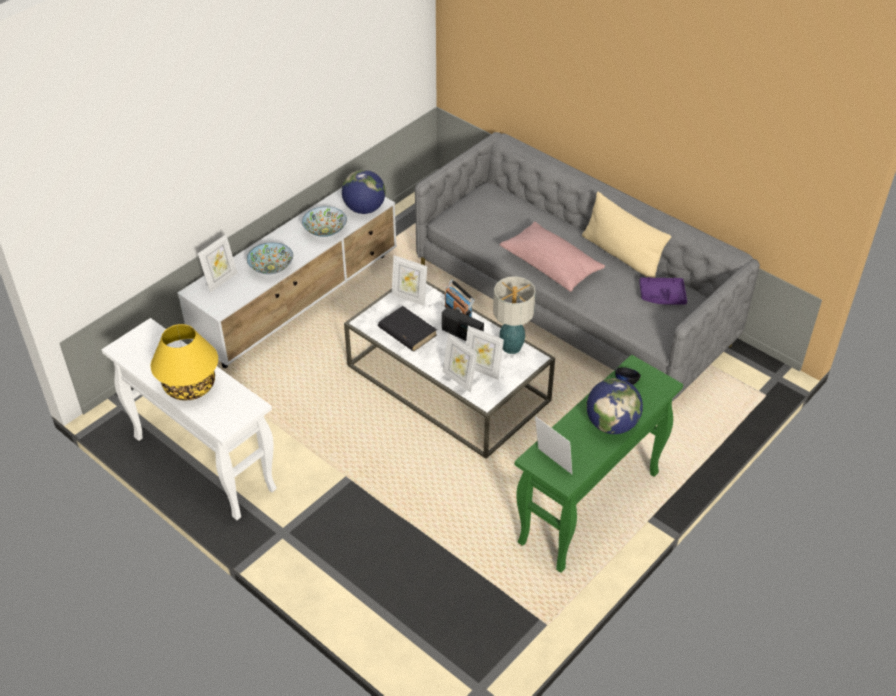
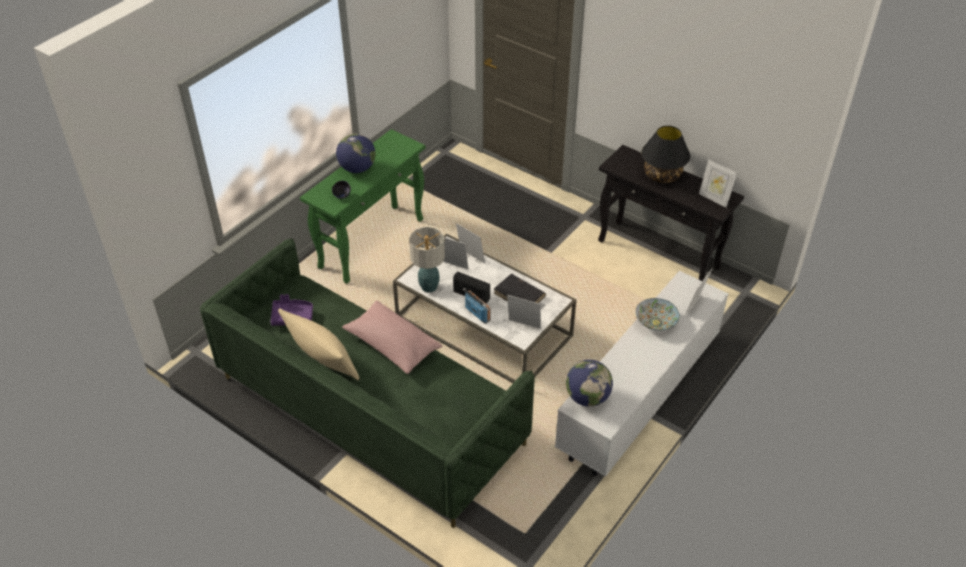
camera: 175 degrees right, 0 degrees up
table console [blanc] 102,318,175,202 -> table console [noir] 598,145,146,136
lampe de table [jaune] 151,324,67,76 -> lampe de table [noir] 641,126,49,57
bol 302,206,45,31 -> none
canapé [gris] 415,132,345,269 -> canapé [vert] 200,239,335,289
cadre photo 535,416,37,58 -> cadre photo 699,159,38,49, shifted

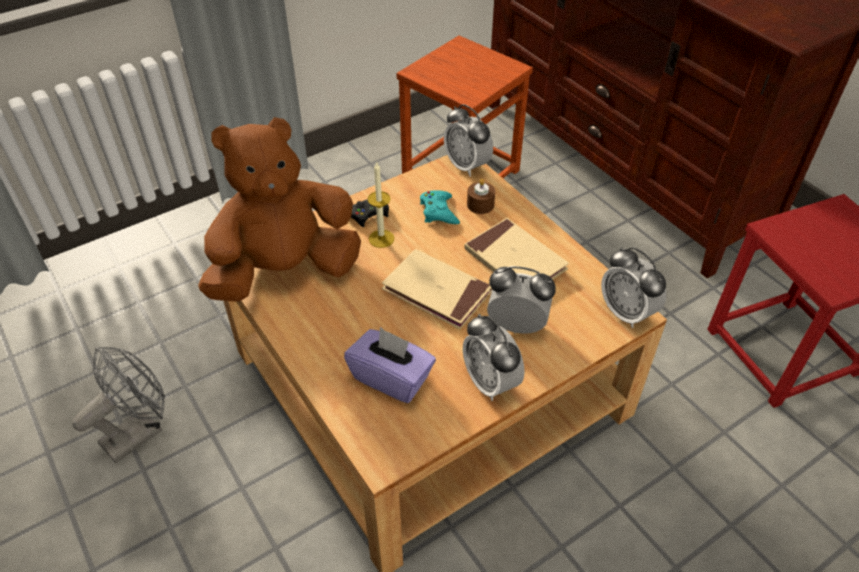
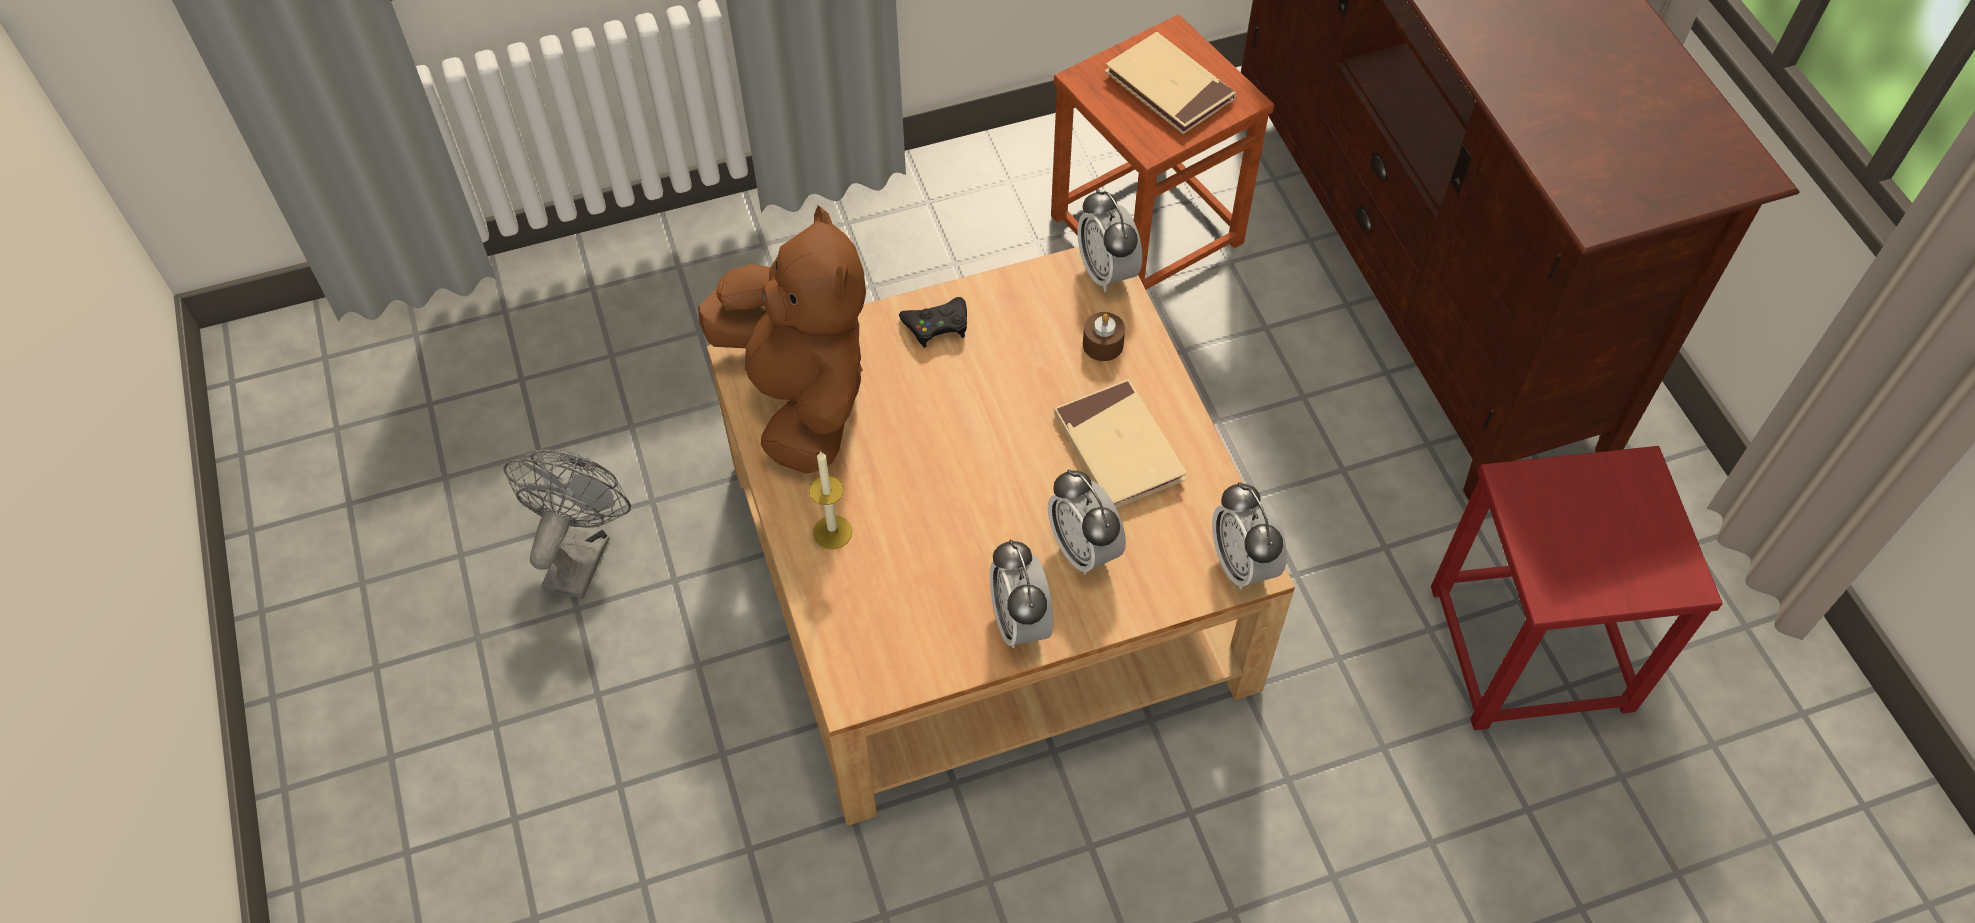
camera: 15 degrees right, 10 degrees up
ventilateur [gris] 72,347,93,116 -> ventilateur [gris] 504,449,127,150, 45 degrees counterclockwise
peluche [marron] 198,117,163,185 -> peluche [marron] 698,205,168,269, 75 degrees clockwise
boîte à mouchoirs [violet] 344,327,92,76 -> none
bougie 368,163,26,85 -> bougie 809,452,43,97, shifted
livre [beige] 382,249,110,80 -> livre [beige] 1105,32,131,102, shifted
manette [turquoise] 420,190,40,34 -> none
réveil 487,266,69,68 -> réveil 1048,469,78,106, 150 degrees counterclockwise

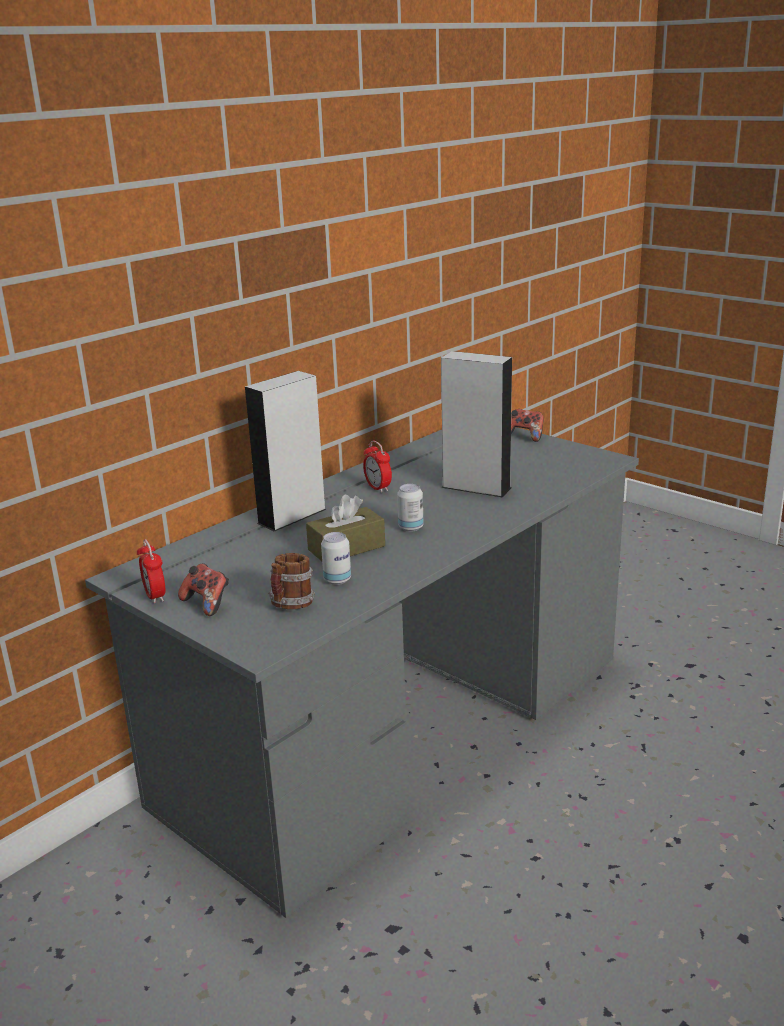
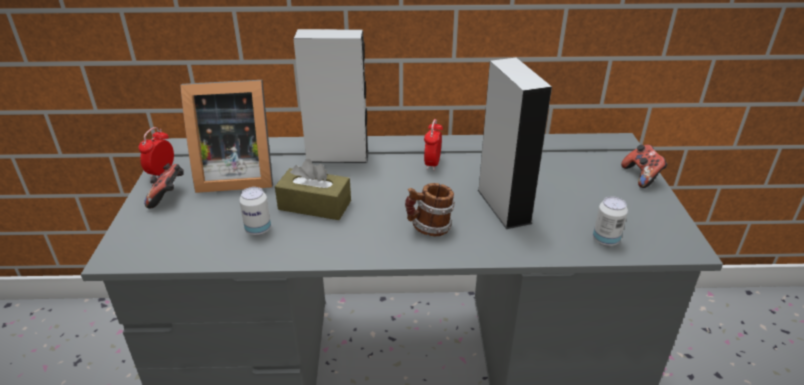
camera: 45 degrees right, 10 degrees up
mug 268,553,47,56 -> mug 405,183,50,54, shifted
boîte métallique 397,484,26,48 -> boîte métallique 593,196,35,50, shifted
none -> cadre photo 180,80,93,113

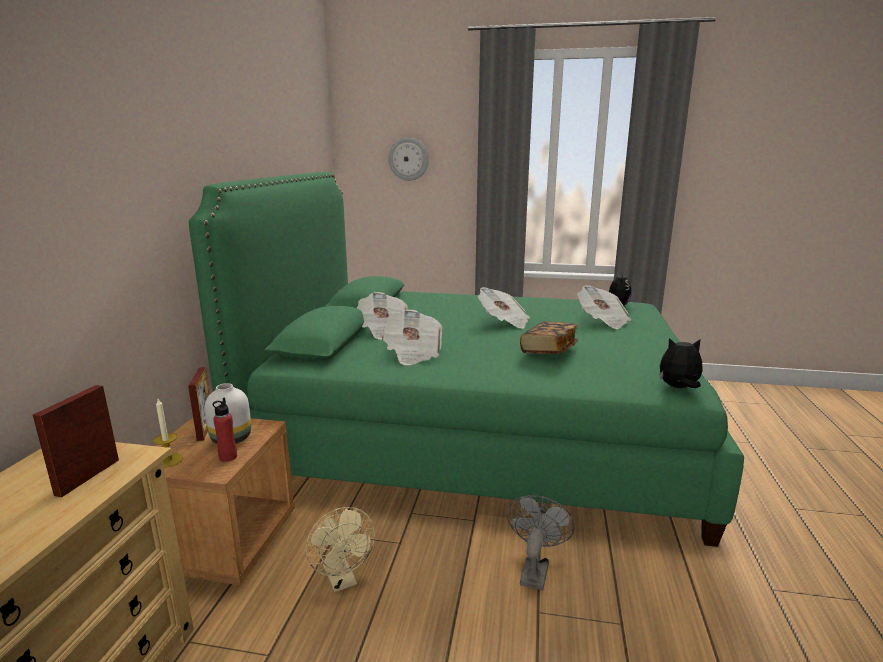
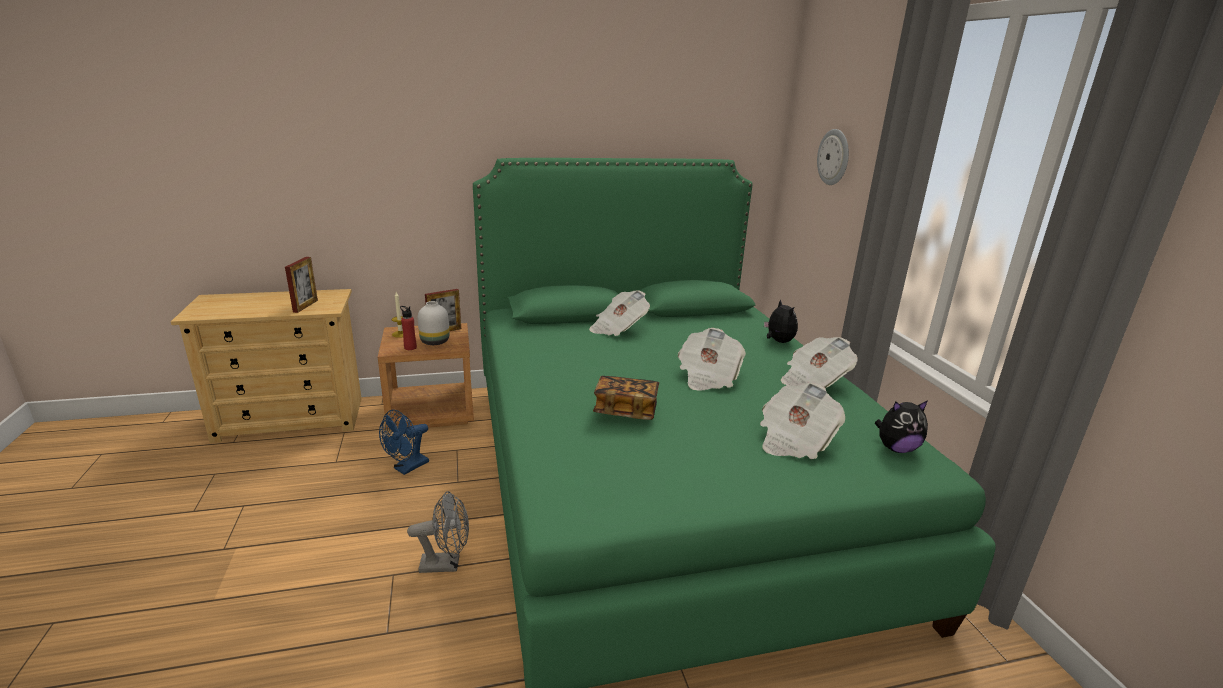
camera: 65 degrees right, 5 degrees up
cadre photo 33,385,86,112 -> cadre photo 285,257,33,56, 105 degrees clockwise
ventilateur [beige] 306,507,69,85 -> ventilateur [bleu] 379,410,50,65
journal 382,310,60,55 -> journal 781,337,77,50, shifted
peluche 660,338,42,50 -> peluche 764,299,34,44, shifted

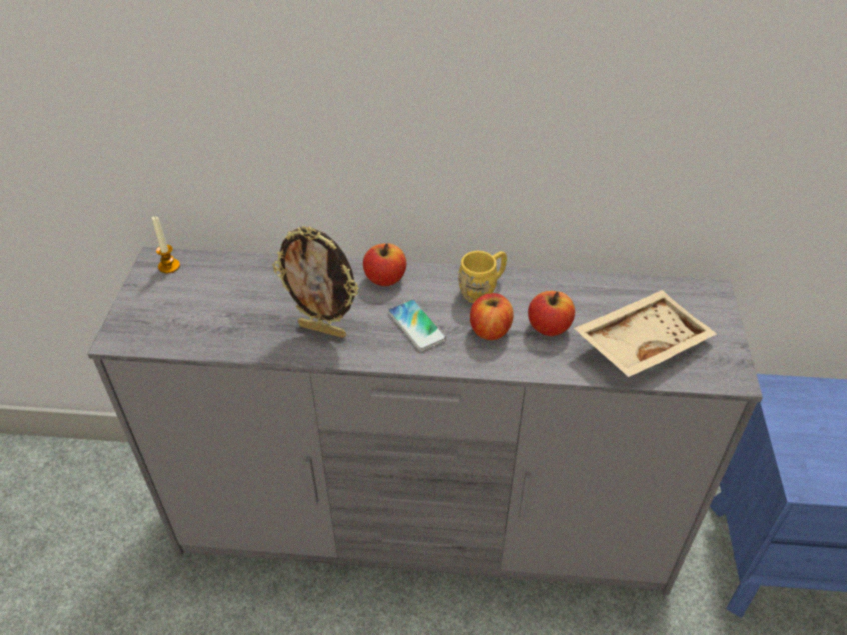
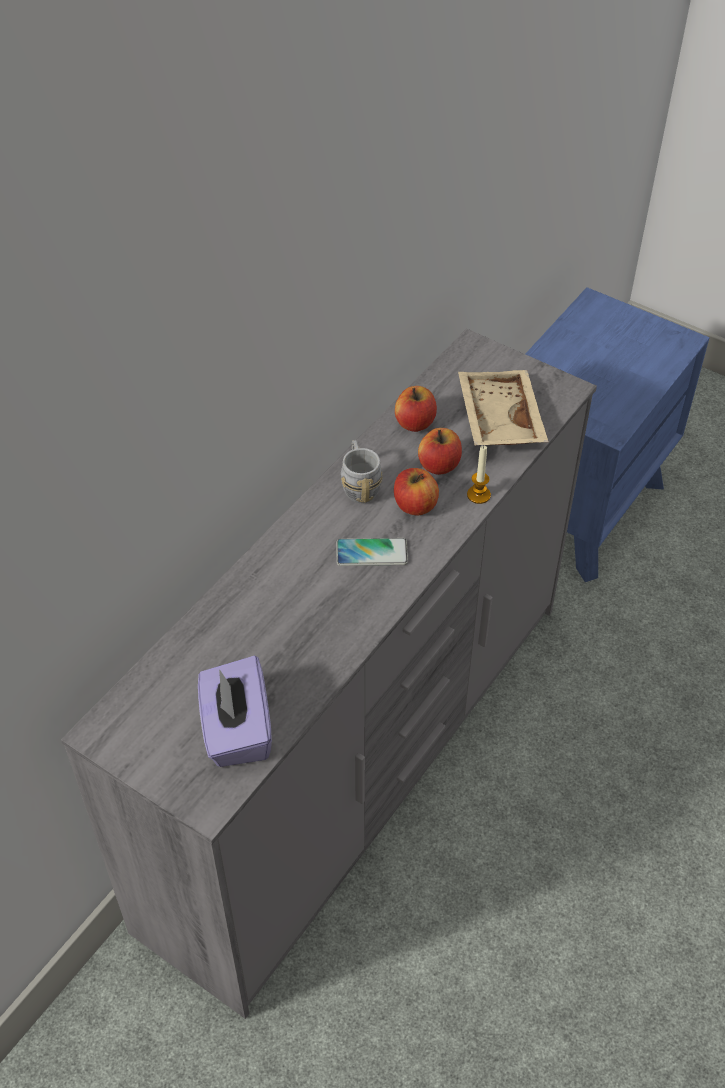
camera: 60 degrees left, 5 degrees up
bougie 152,216,28,57 -> bougie 467,446,24,58, shifted
cadre photo 272,226,87,112 -> none
pomme 363,243,43,43 -> pomme 395,386,42,46, shifted
mug [jaune] 458,251,49,52 -> mug [gris] 341,440,42,63
none -> boîte à mouchoirs [violet] 198,655,74,112

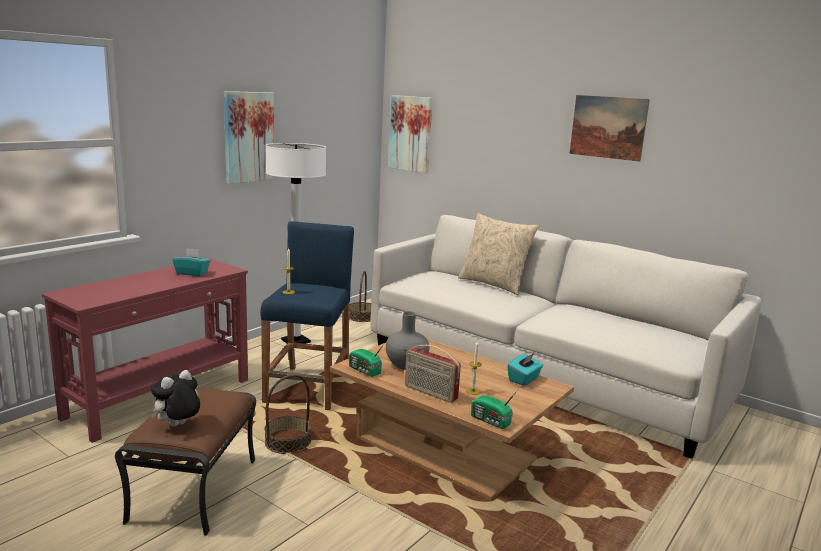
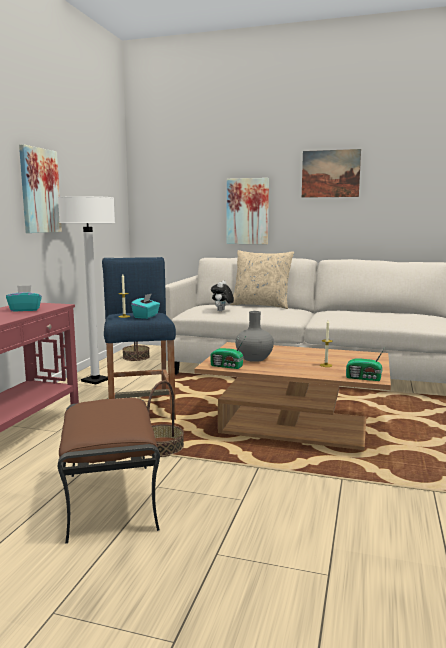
camera: 20 degrees left, 5 degrees down
peluche 150,370,50,57 -> peluche 211,281,23,30, shifted
tableau 389,95,44,78 -> tableau 227,178,42,66, shifted
radio 405,345,56,58 -> none
boîte à mouchoirs [turquoise] 508,353,35,33 -> boîte à mouchoirs [turquoise] 131,293,29,26, shifted

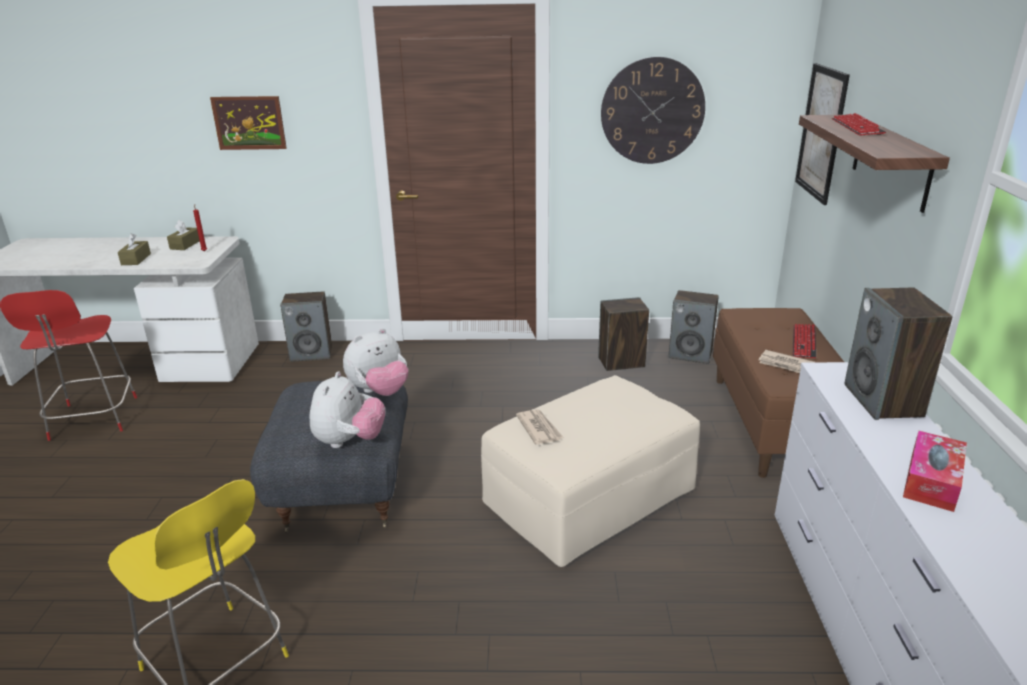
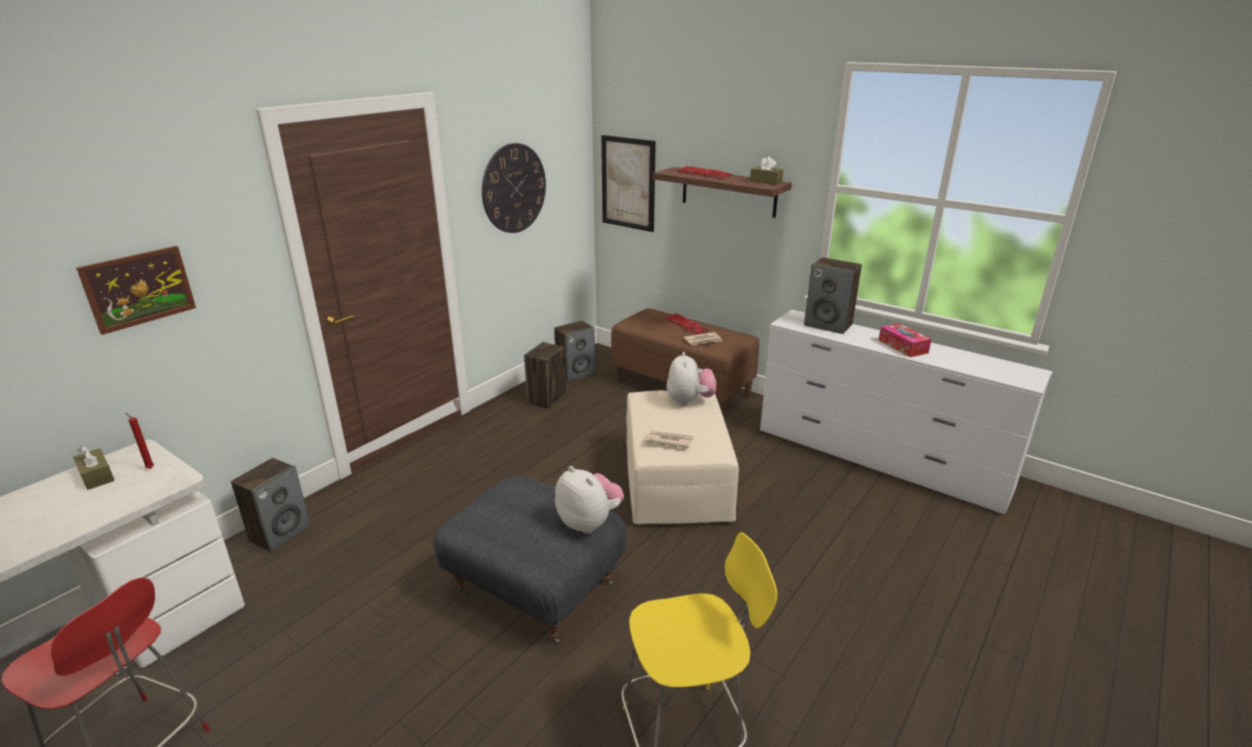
camera: 55 degrees left, 0 degrees up
boîte à mouchoirs [marron] 118,233,33,32 -> boîte à mouchoirs [marron] 750,156,33,29, shifted
peluche 343,328,65,68 -> peluche 667,352,49,54, shifted

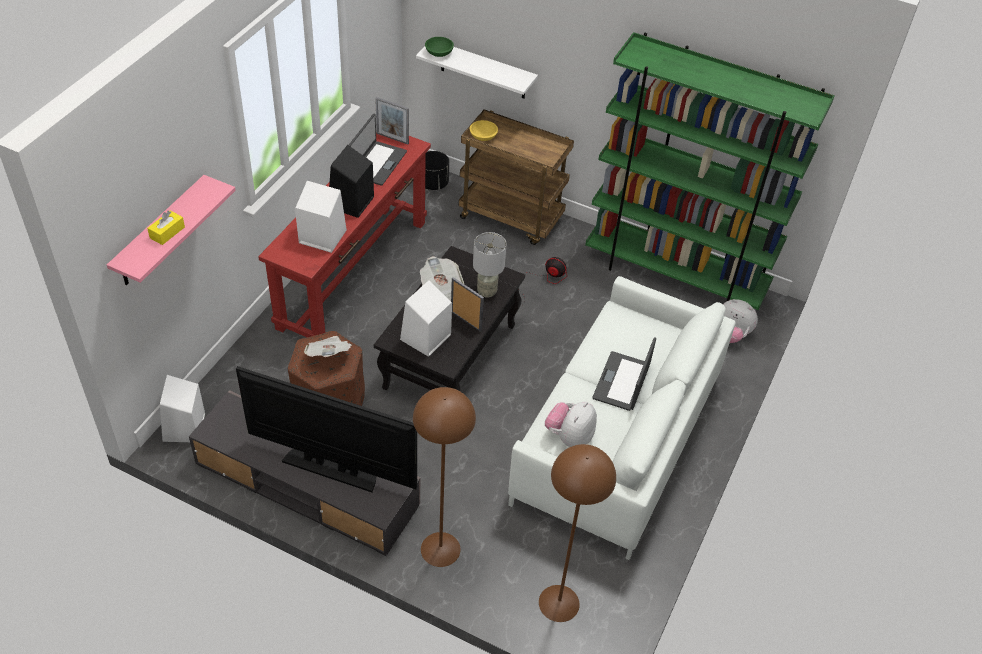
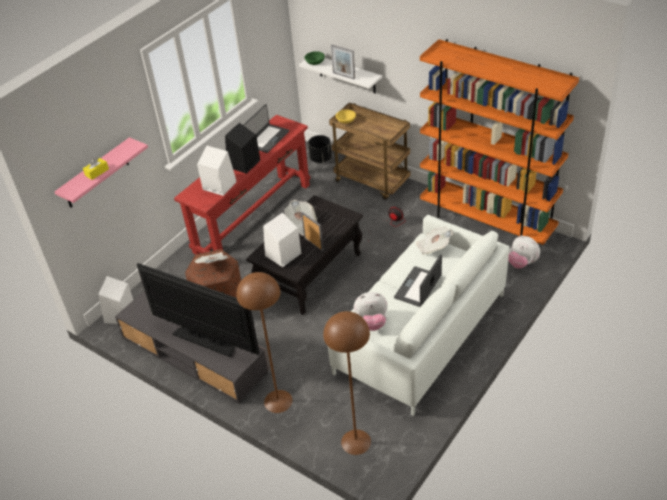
camera: 15 degrees right, 5 degrees down
cadre photo 375,97,34,47 -> cadre photo 331,45,24,35, shifted
lampe de table [gris] 473,232,34,66 -> none
peluche 545,402,52,45 -> peluche 354,292,33,39, 135 degrees counterclockwise
bibliothèque [vert] 585,32,250,278 -> bibliothèque [orange] 420,39,159,206
none -> journal 416,226,37,29

